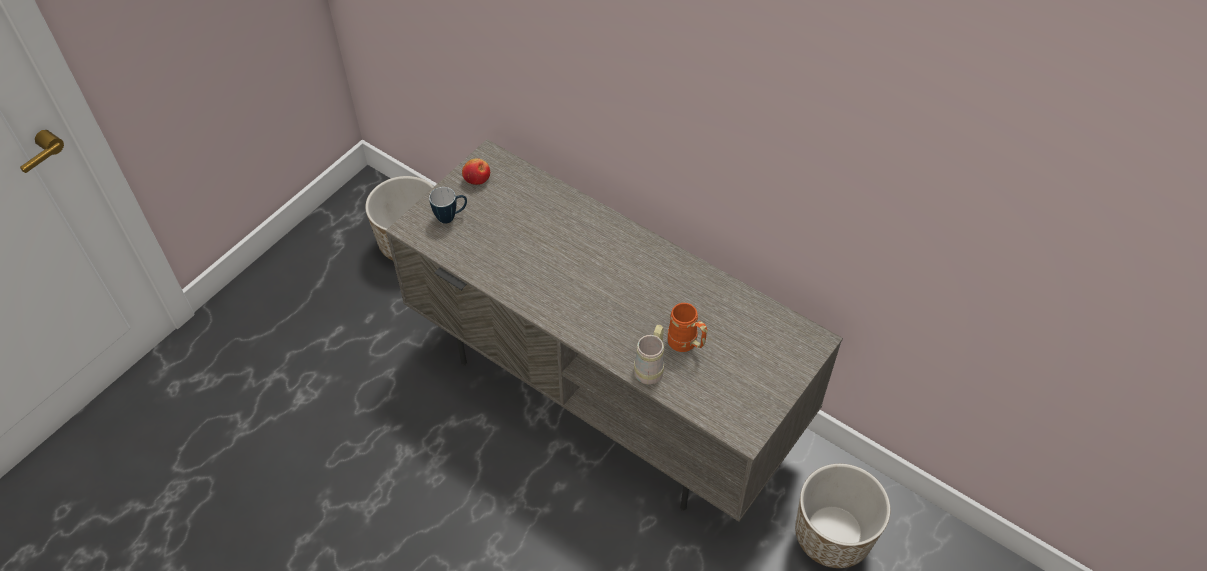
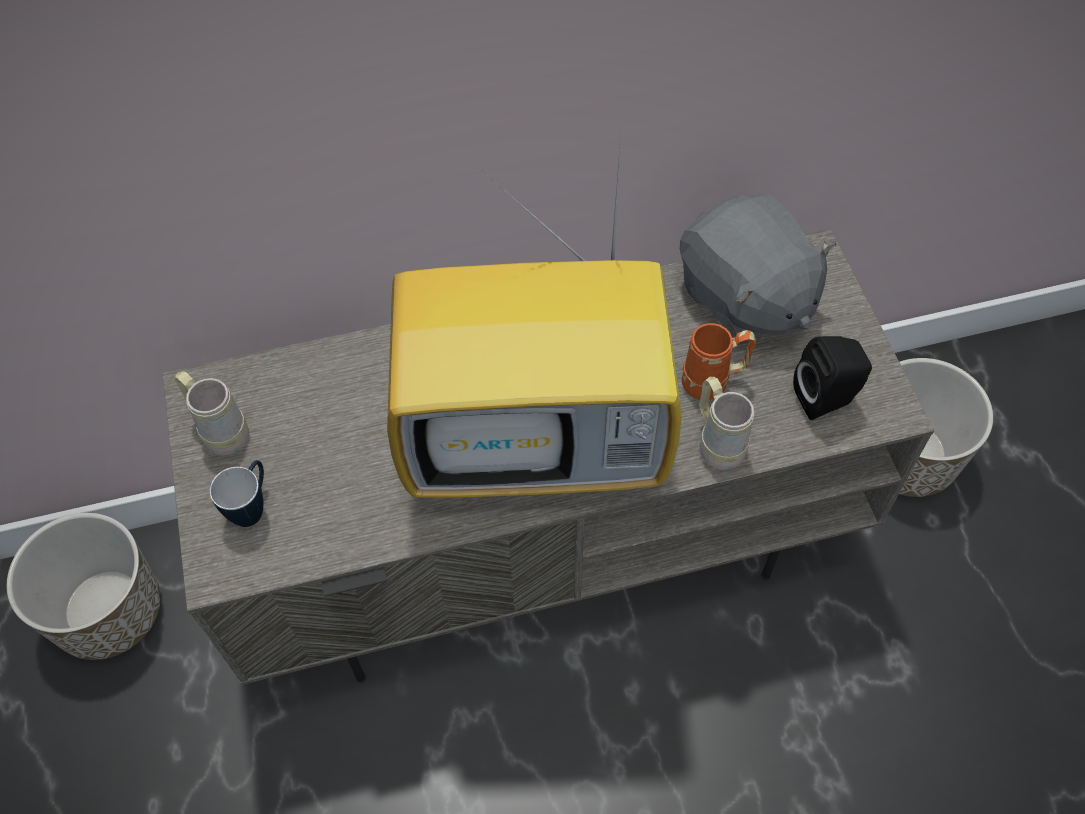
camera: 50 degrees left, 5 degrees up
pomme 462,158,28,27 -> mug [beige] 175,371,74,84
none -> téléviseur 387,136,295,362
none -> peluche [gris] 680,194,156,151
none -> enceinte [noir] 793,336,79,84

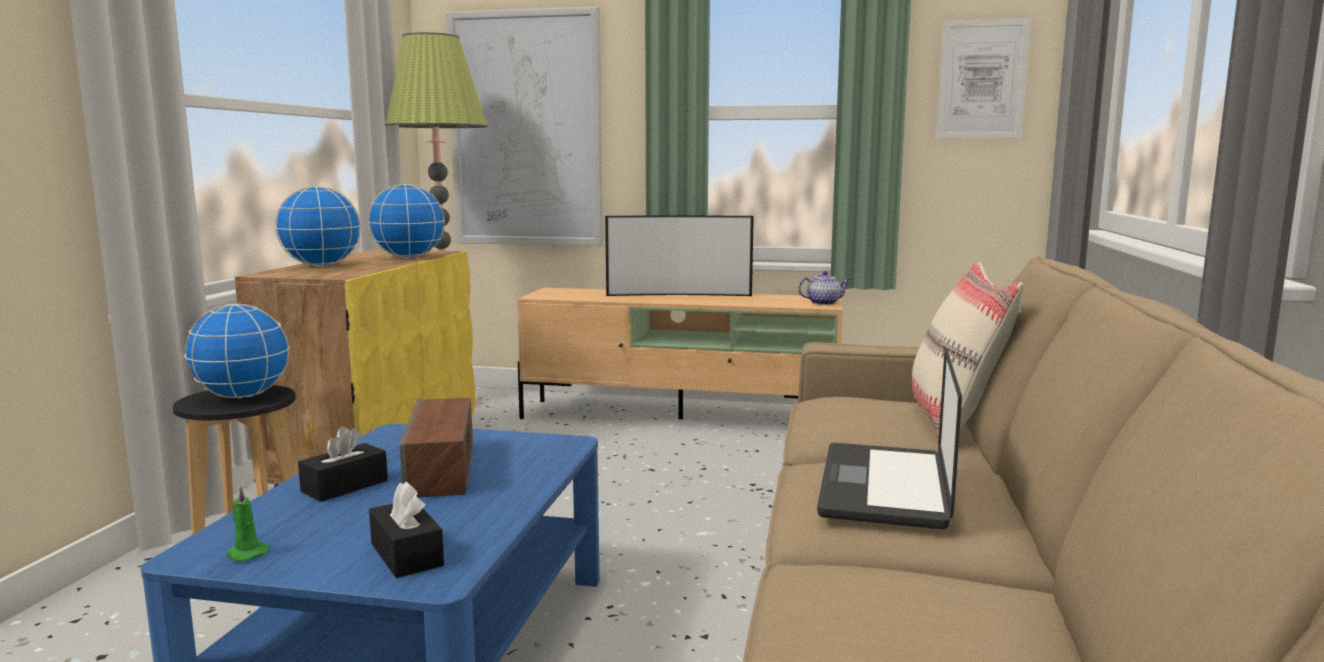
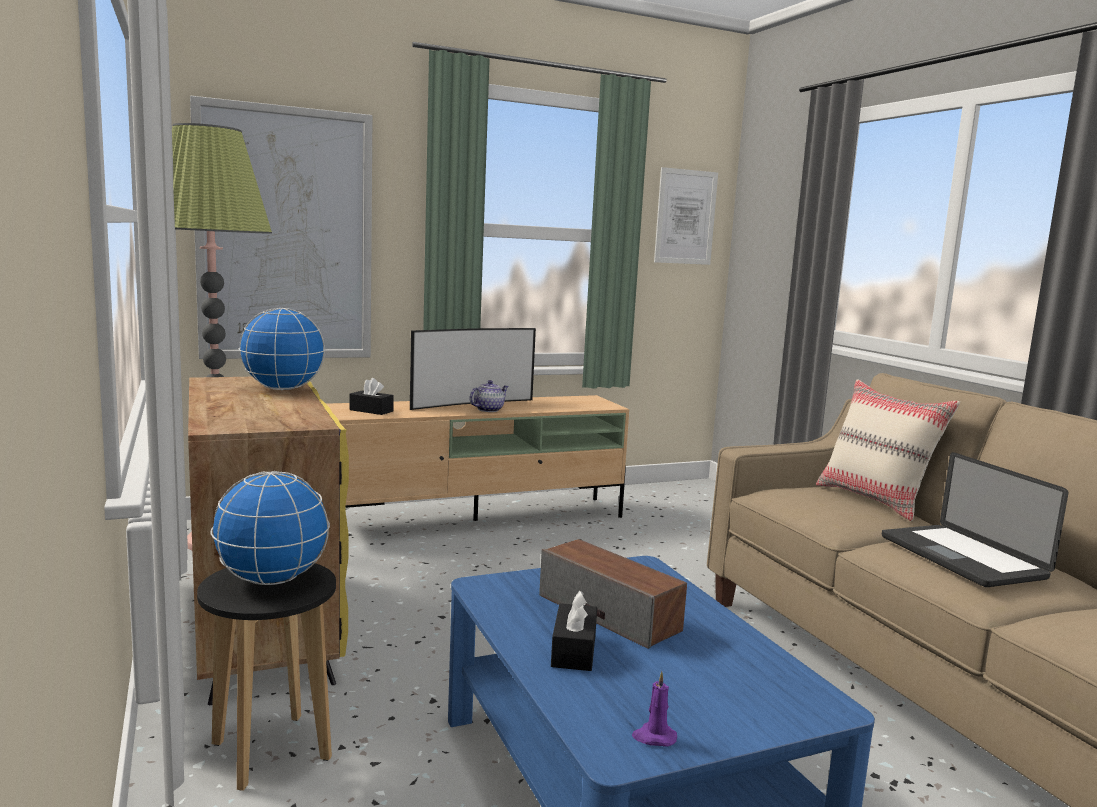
camera: 35 degrees left, 0 degrees up
bougie [vert] 226,486,43,75 -> bougie [violet] 632,671,45,76
globe 275,186,86,80 -> none
boîte à mouchoirs [noir] 369,482,75,96 -> boîte à mouchoirs [noir] 350,378,44,37, shifted
théière 798,271,52,34 -> théière 469,380,40,32, shifted

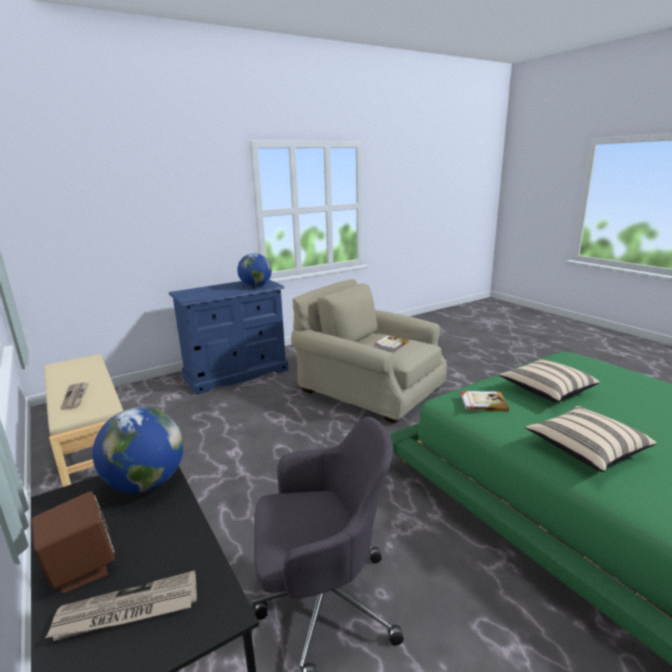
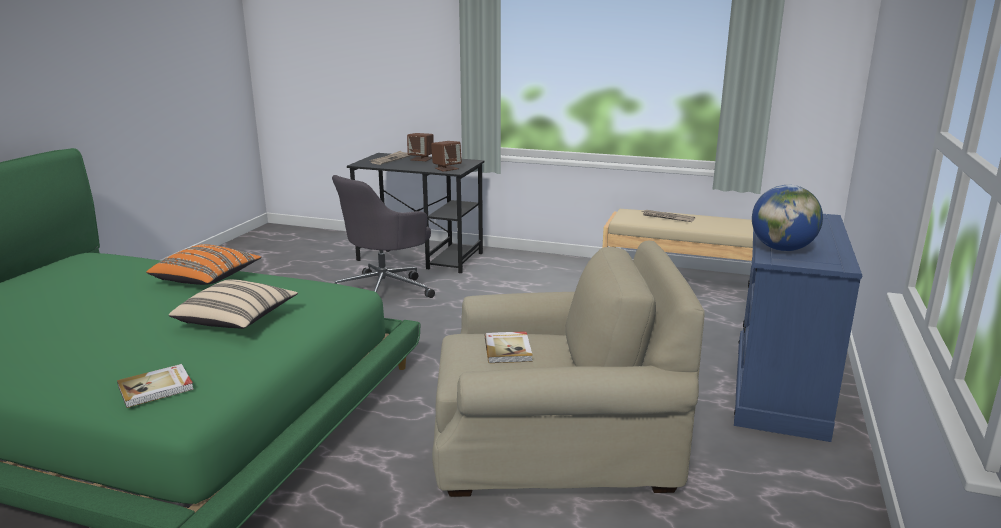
camera: 140 degrees right, 0 degrees up
globe 93,407,91,86 -> enceinte [marron] 431,141,31,31
livre 460,391,49,20 -> livre 117,364,77,44, shifted
coussin [beige] 525,406,131,66 -> coussin [orange] 146,244,115,41

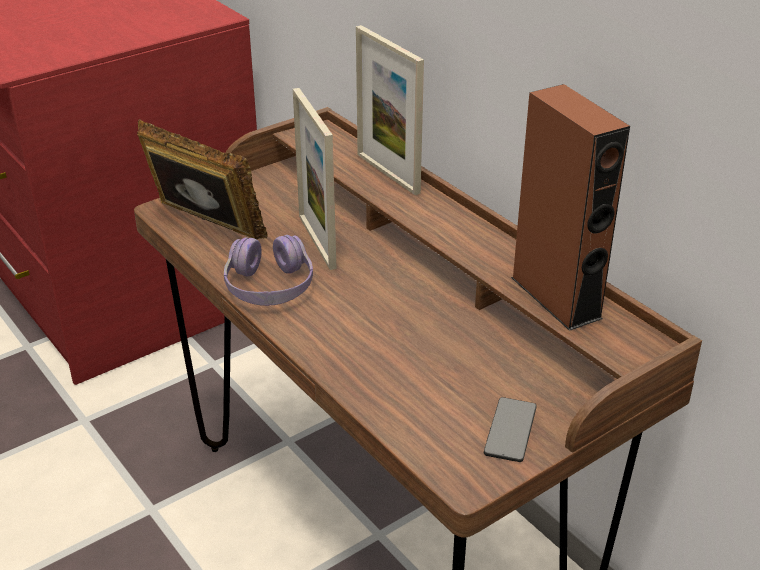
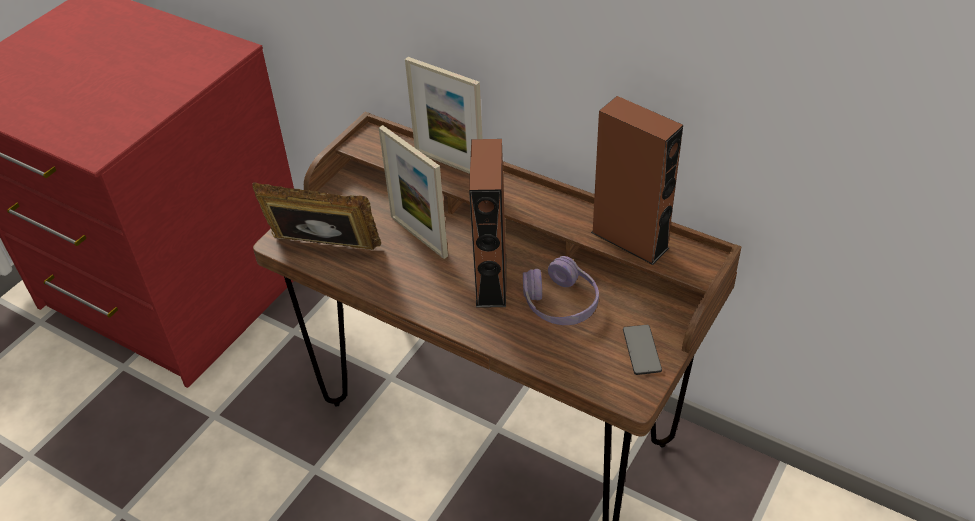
camera: 20 degrees left, 10 degrees up
casque audio [violet] 224,235,89,71 -> casque audio [violet] 523,256,76,69, shifted
none -> enceinte [marron] 469,139,37,169

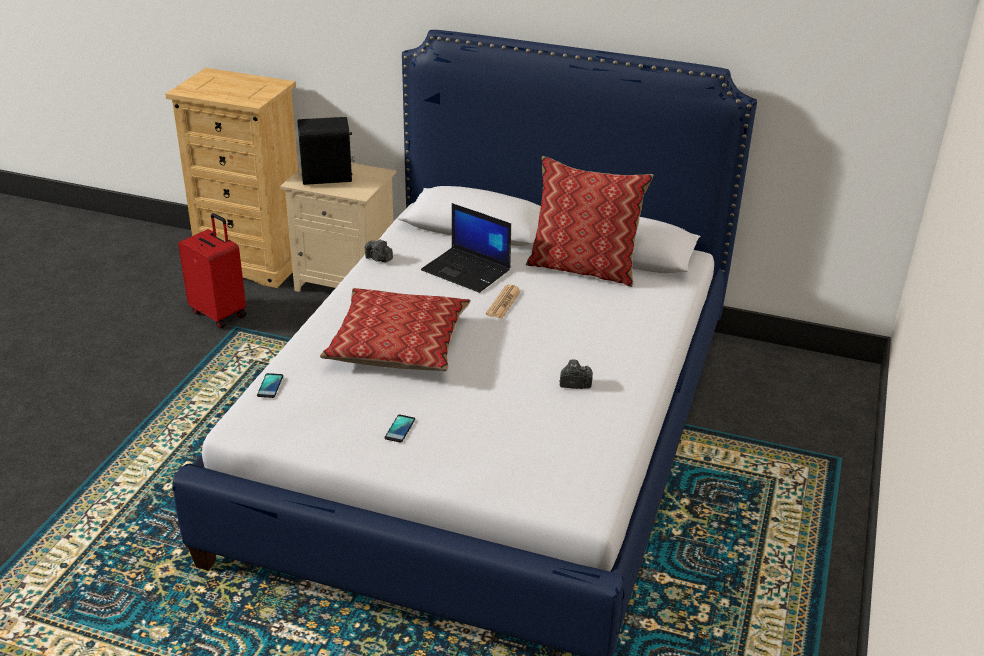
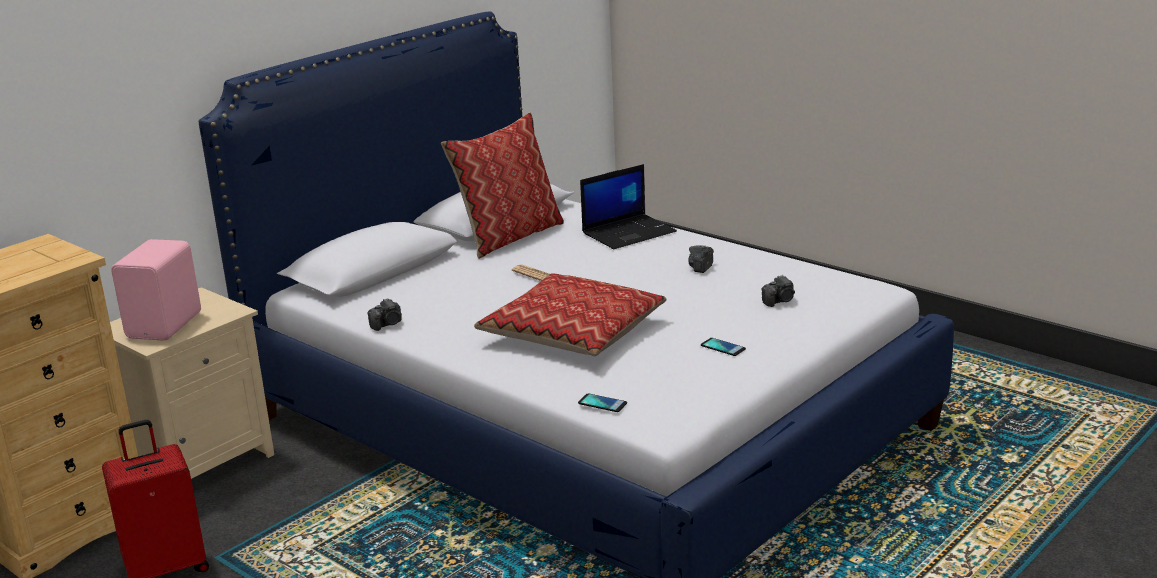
camera: 65 degrees left, 10 degrees down
enceinte [noir] 297,117,58,68 -> enceinte [rose] 111,239,90,102
ordinateur portable 421,203,90,90 -> ordinateur portable 580,164,97,85, shifted
none -> appareil photo 761,275,34,32

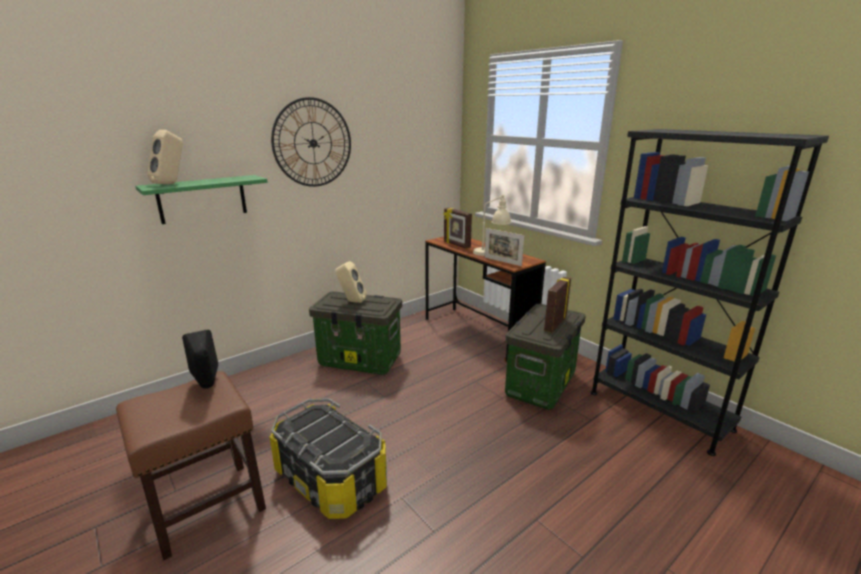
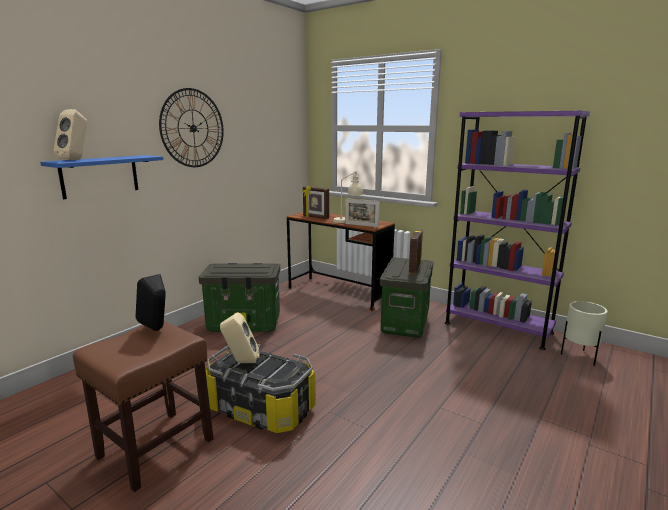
camera: 15 degrees left, 5 degrees down
étagère [vert] 135,175,133,49 -> étagère [bleu] 40,155,123,44
enceinte [beige] 335,261,32,42 -> enceinte [beige] 220,312,40,51, shifted
bibliothèque [noir] 590,129,239,327 -> bibliothèque [violet] 445,110,145,240
none -> cache-pot [beige] 561,301,47,65

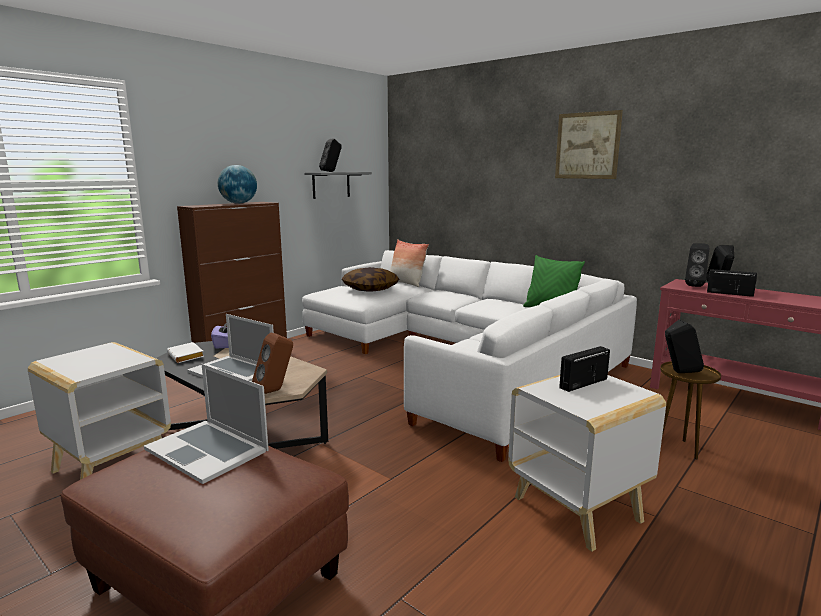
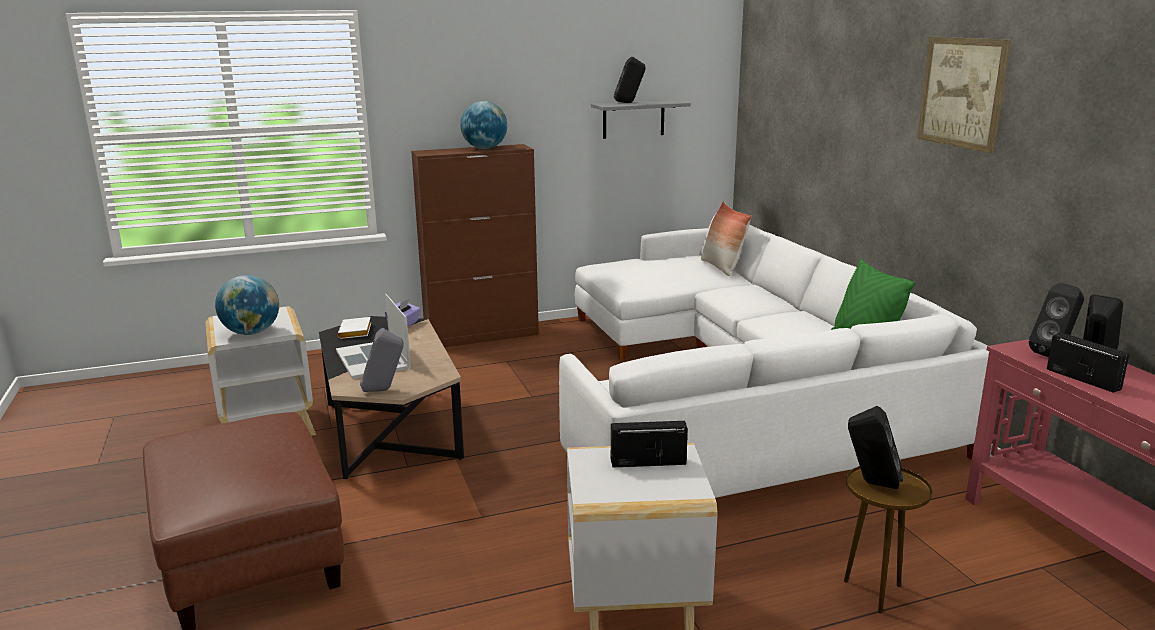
camera: 30 degrees right, 5 degrees up
ordinateur portable 144,364,125,120 -> none
enceinte [marron] 252,333,41,61 -> enceinte [gris] 360,328,44,64
coussin 342,267,57,25 -> none
none -> globe 215,275,64,60

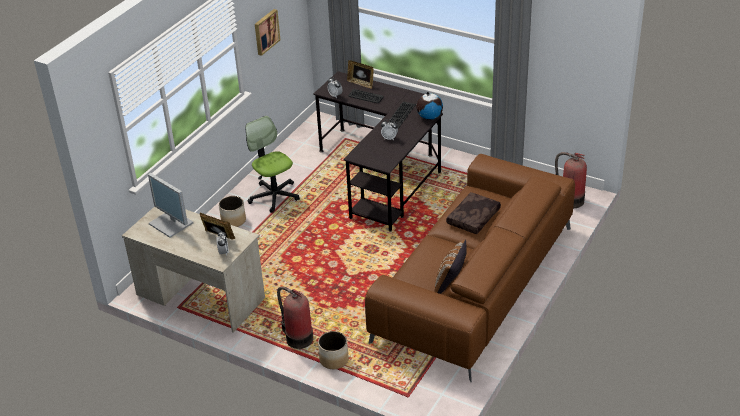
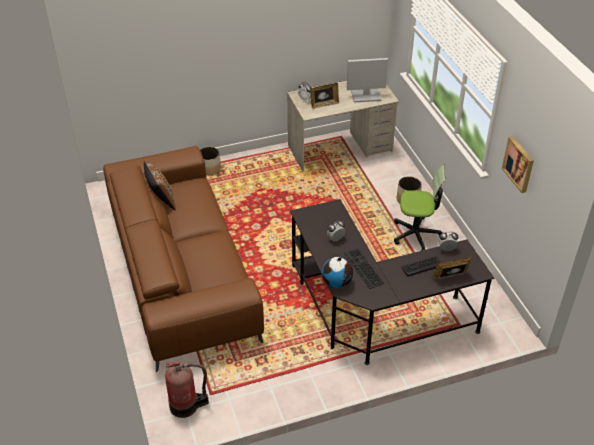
camera: 130 degrees right, 5 degrees up
extincteur 277,286,36,63 -> none
coussin [marron] 446,192,55,42 -> none

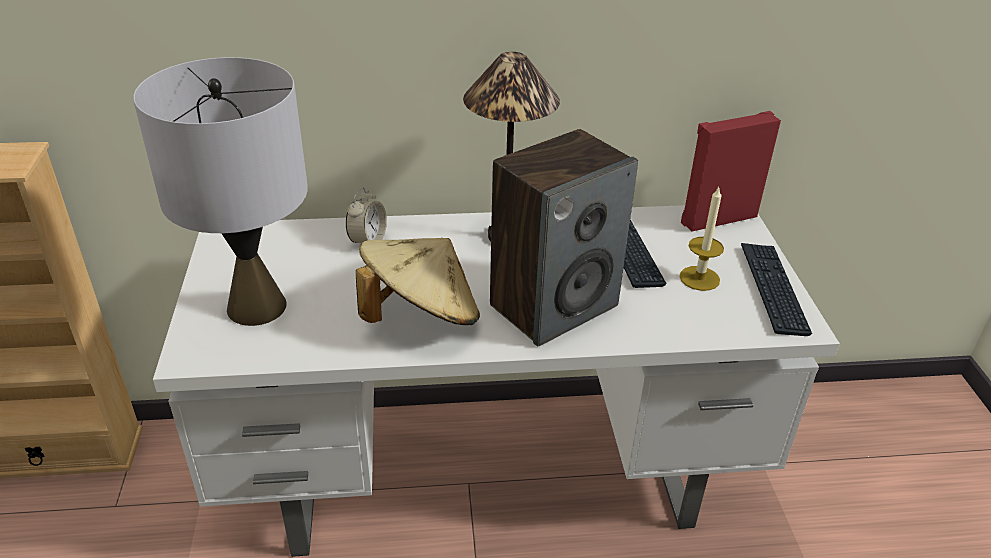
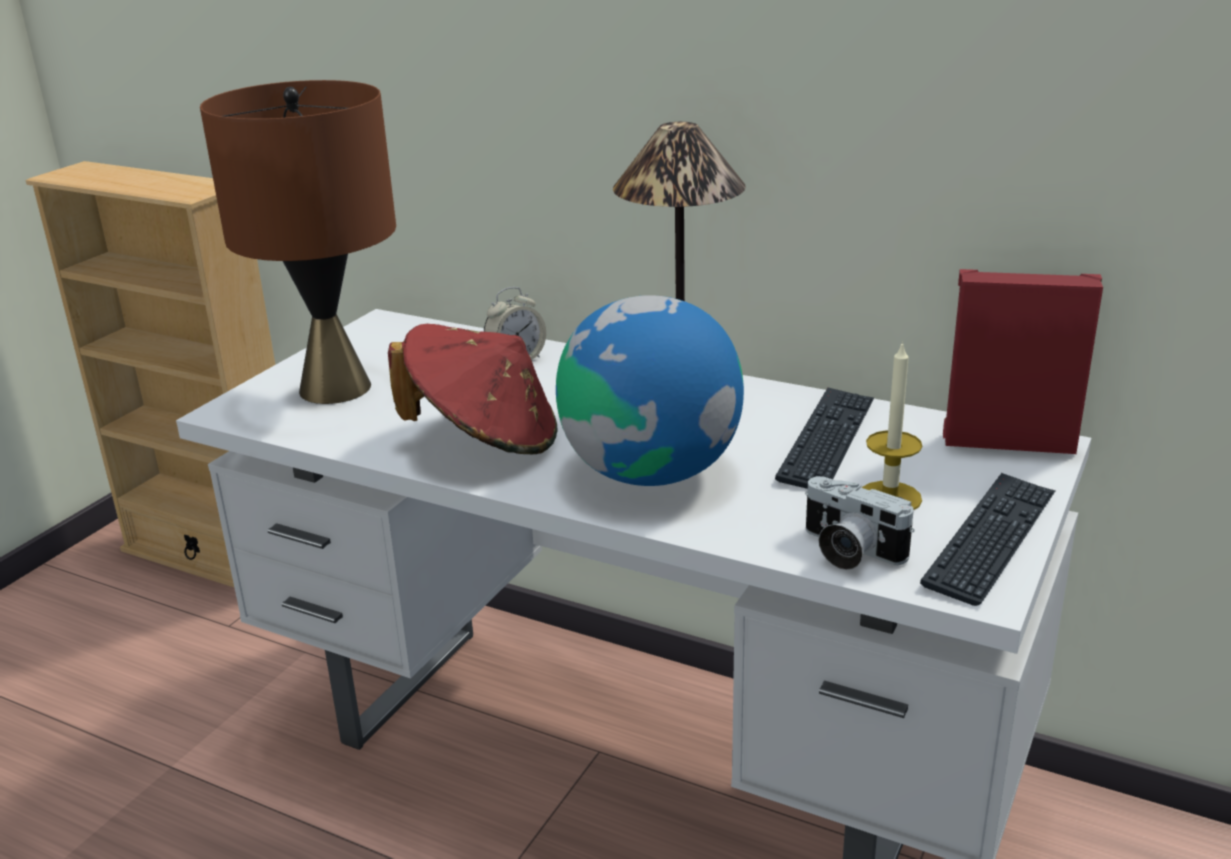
camera: 35 degrees right, 10 degrees down
lampe de table [gris] 133,57,175,269 -> lampe de table [marron] 200,80,196,324
chapeau [beige] 356,238,124,87 -> chapeau [rouge] 388,324,170,130
enceinte 490,129,148,217 -> globe 556,295,188,191
none -> appareil photo 805,476,110,94

